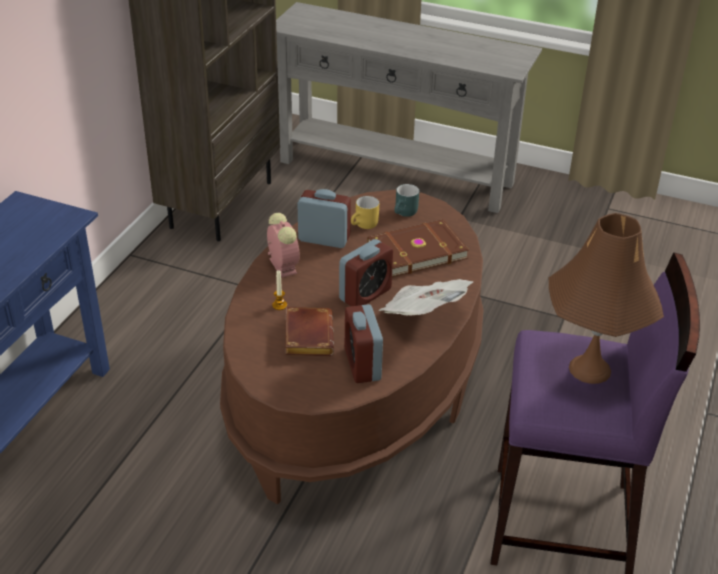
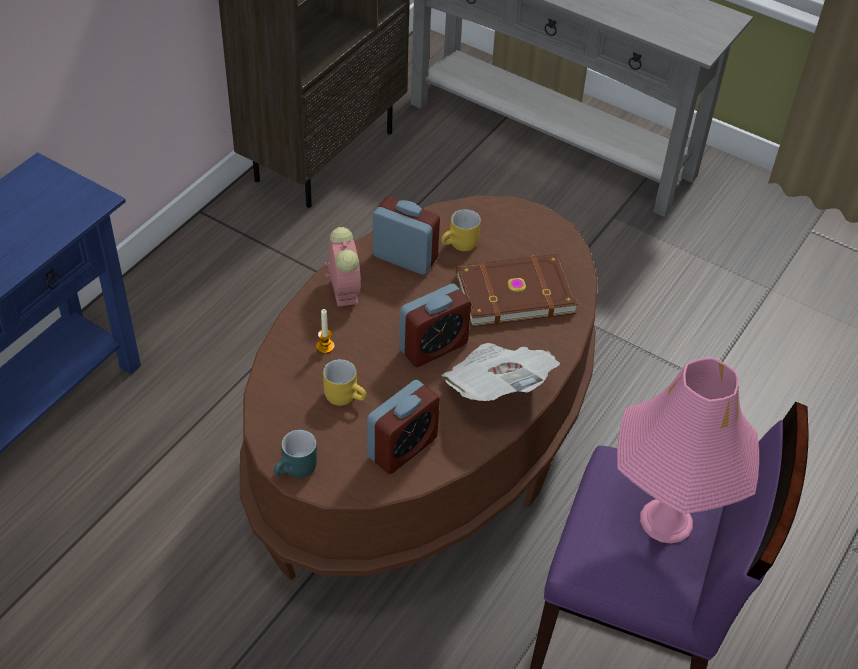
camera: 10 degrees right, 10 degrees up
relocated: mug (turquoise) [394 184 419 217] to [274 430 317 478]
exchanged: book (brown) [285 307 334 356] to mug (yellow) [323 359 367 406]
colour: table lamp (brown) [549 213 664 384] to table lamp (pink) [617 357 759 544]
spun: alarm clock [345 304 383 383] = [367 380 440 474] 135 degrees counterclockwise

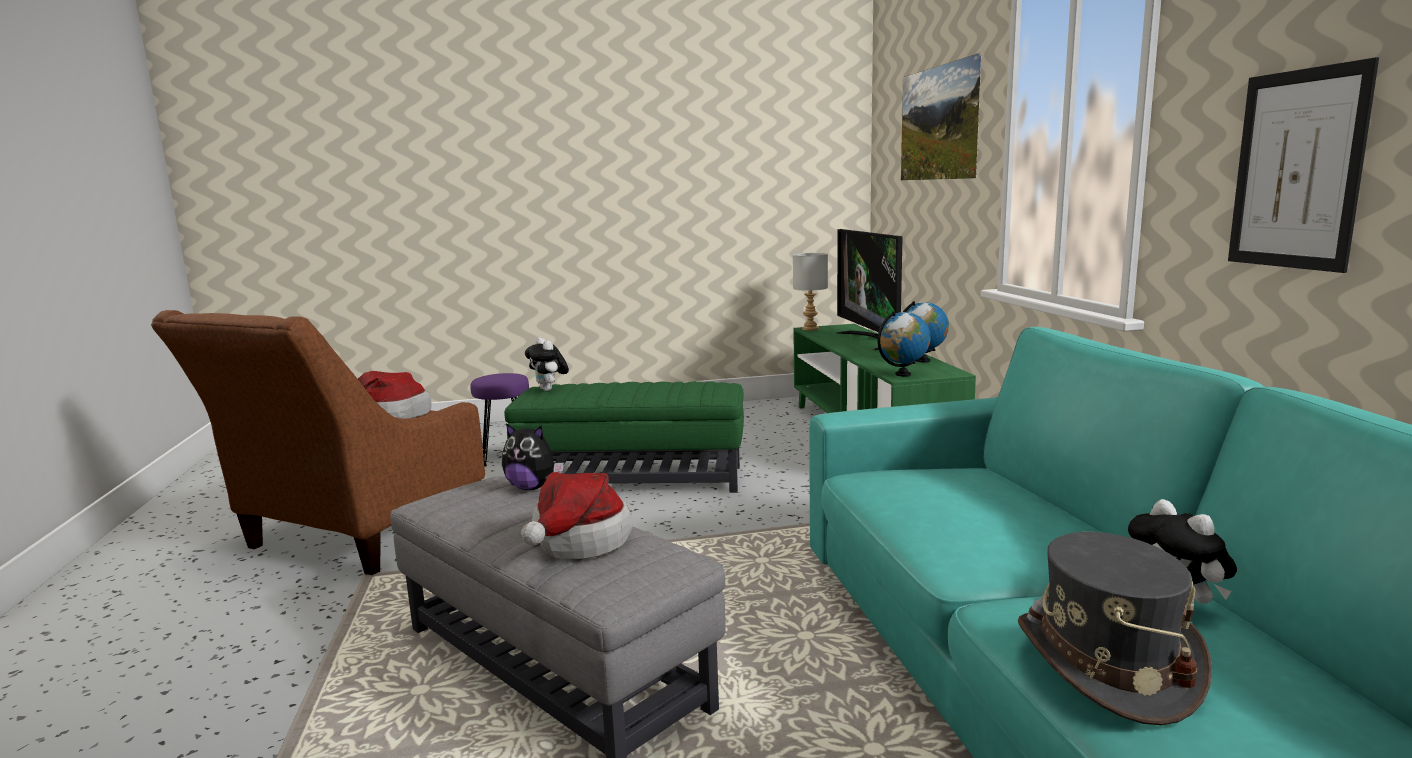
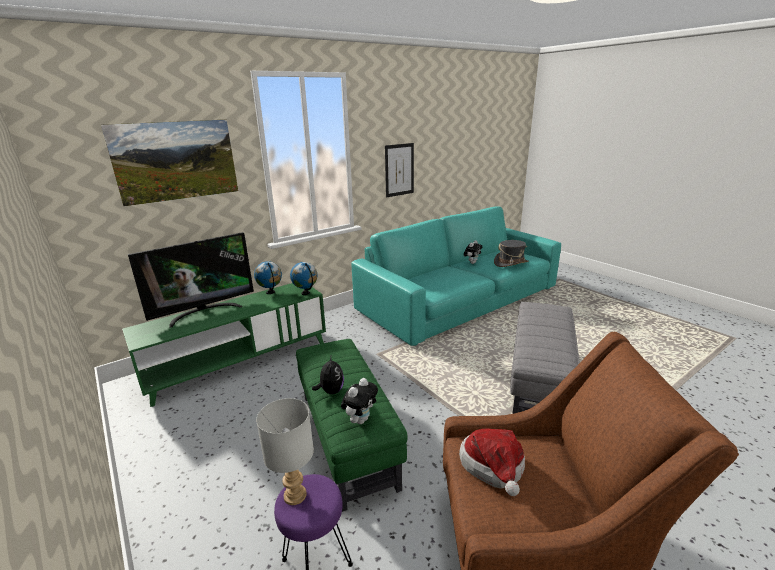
camera: 115 degrees left, 10 degrees up
missing: hat [521 472 633 559]
relocated: table lamp (grey) [793 253 828 331] to [256 398 314 505]; plush toy [502 423 564 490] to [312 357 344 394]

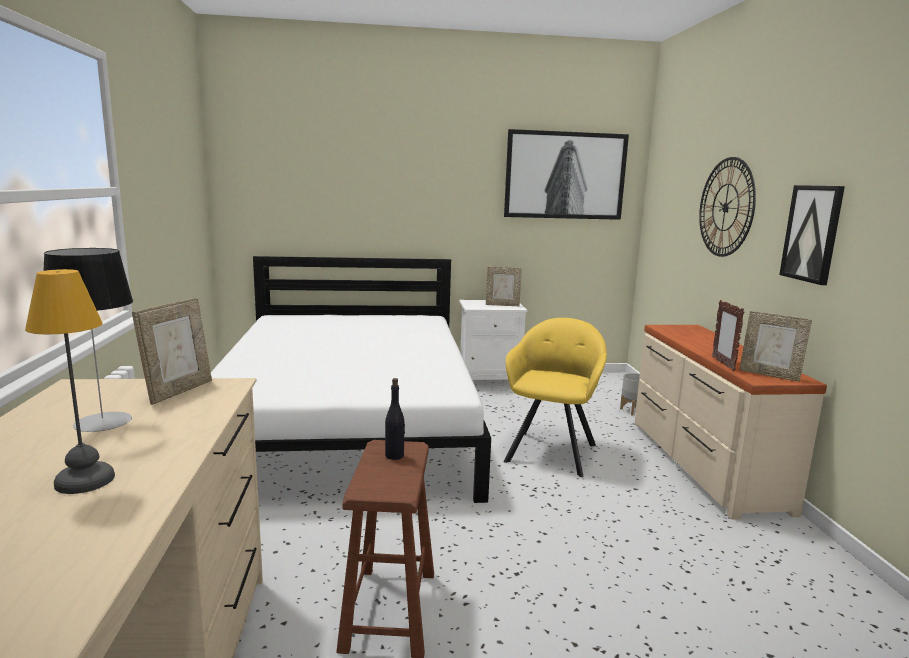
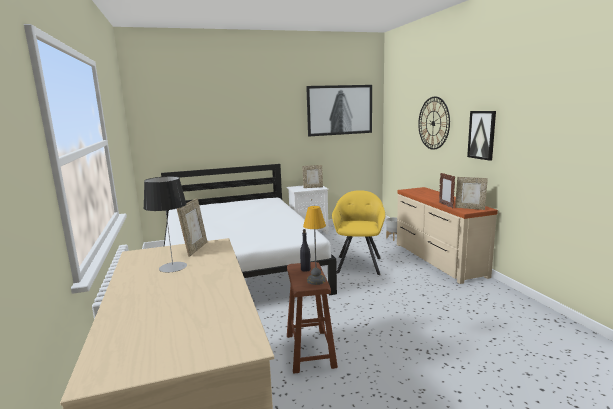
camera: 10 degrees left, 0 degrees up
relocated: table lamp [25 269 115 494] to [303 206 326 285]

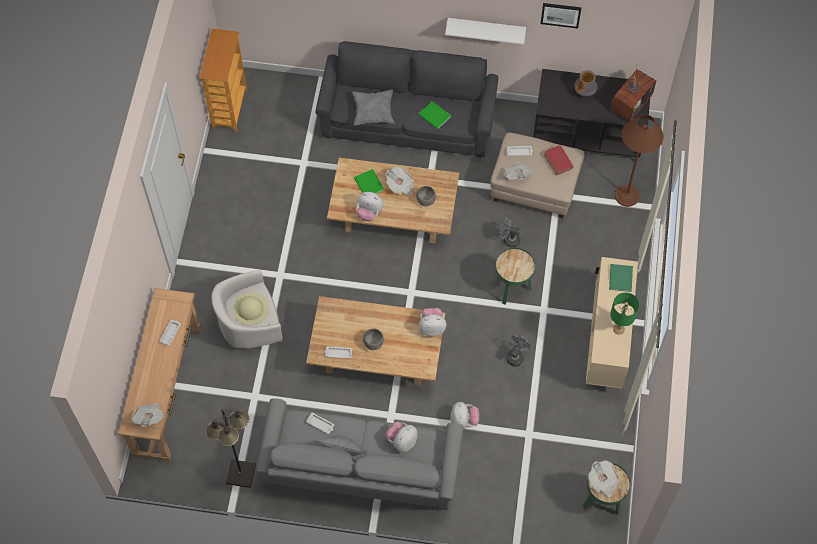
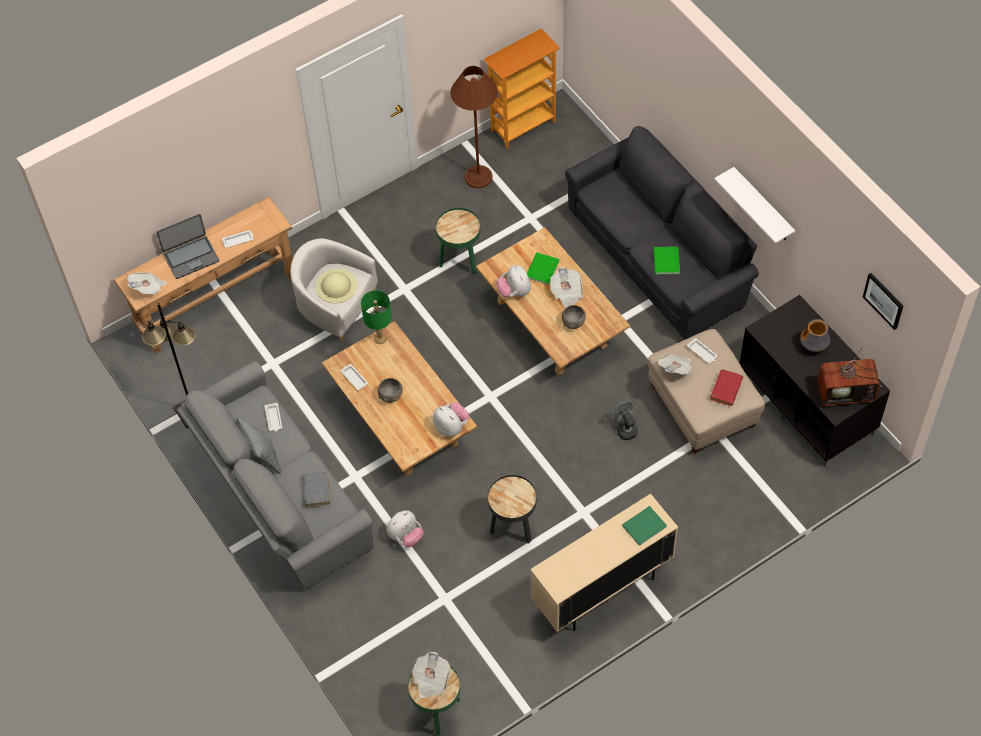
camera: 50 degrees right, 5 degrees down
missing: pillow (grey) [352 89 395 126]
appeared: laptop [157 214 219 279]
relocated: picture [541 3 581 28] to [863 273 903 330]; floor lamp (brown) [615 114 663 207] to [450 66 498 188]; side table (green) [496 248 535 305] to [436 208 481 275]; table lamp (green) [610 292 639 335] to [361 290 392 344]
exchanged: fan (grey) [506 335 531 366] to side table (black) [488 475 537 544]; plush toy [385 422 418 452] to book (grey) [304 471 330 507]

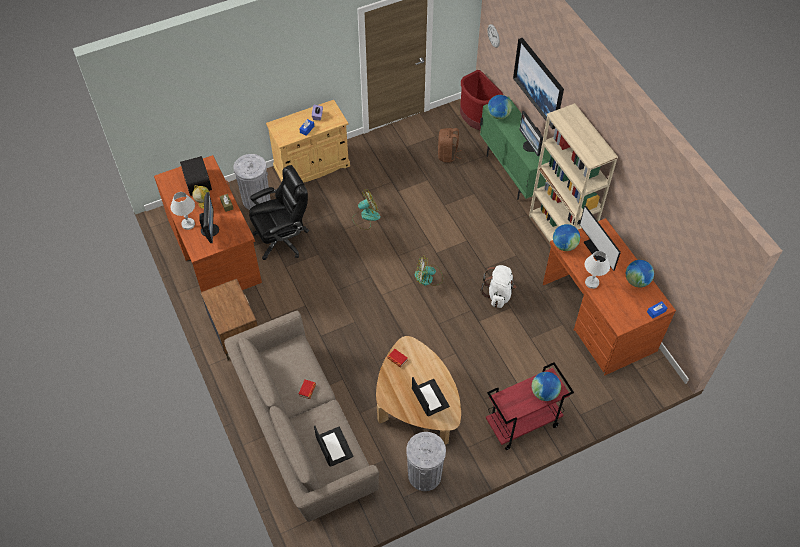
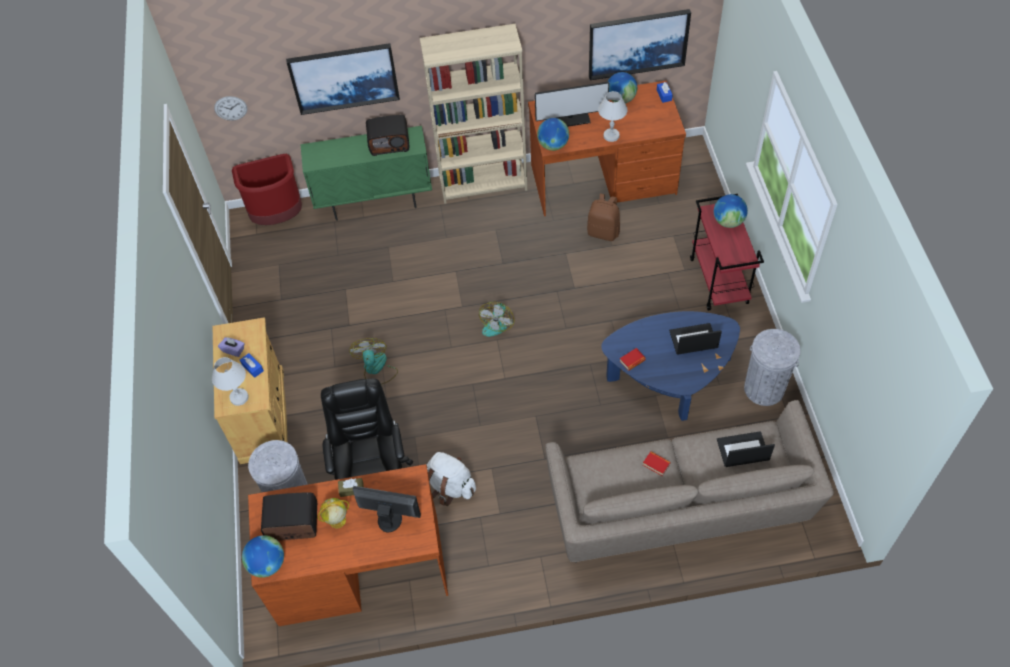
camera: 70 degrees left, 0 degrees up
missing: nightstand (brown) [201 279 257 361]
appeared: picture [589 9 691 80]
relocated: globe [488 95 512 119] to [242 535 284 578]; backpack (brown) [438 128 462 162] to [587 193 620 241]; table lamp (white) [171 192 195 230] to [212 357 249 406]; backpack (white) [480 265 517 308] to [426 452 476 506]
exchanged: monitor [519 111 543 156] to radio [366 115 409 156]
colour: coffee table (brown) [376 336 461 445] to coffee table (blue) [601 311 740 421]

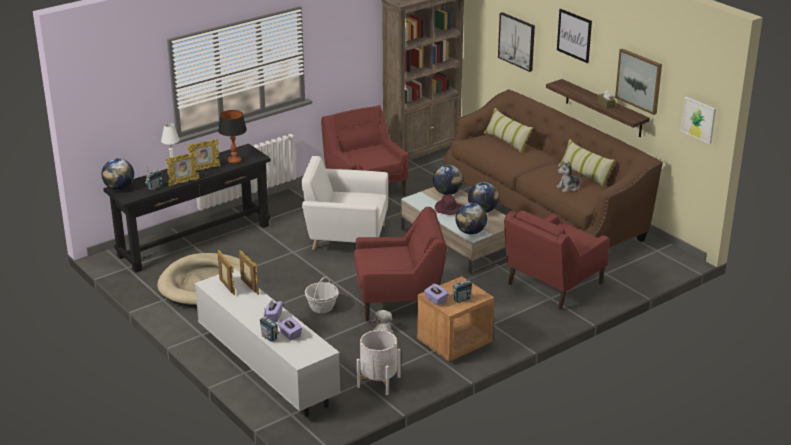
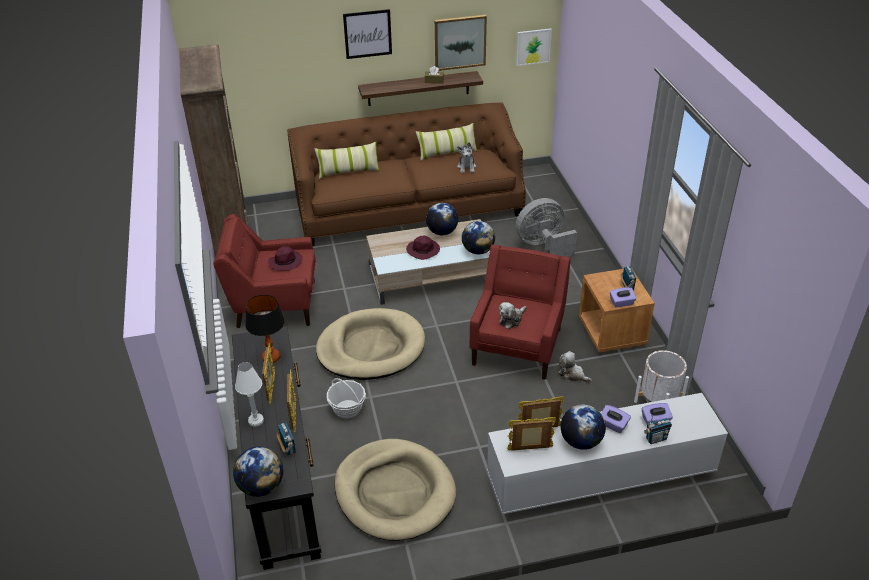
camera: 65 degrees left, 10 degrees up
missing: picture [498 12 535 72]
appeared: hat (purple) [268 246 302 271]; plush toy [499 302 527 329]
relocated: globe [433 165 463 195] to [561 404 606 450]; basket [305 276 339 313] to [327 378 366 419]
exchanged: armchair (white) [301 156 388 250] to dog bed (beige) [316 308 425 380]; armchair (red) [504 210 610 310] to fan (grey) [516 198 577 257]

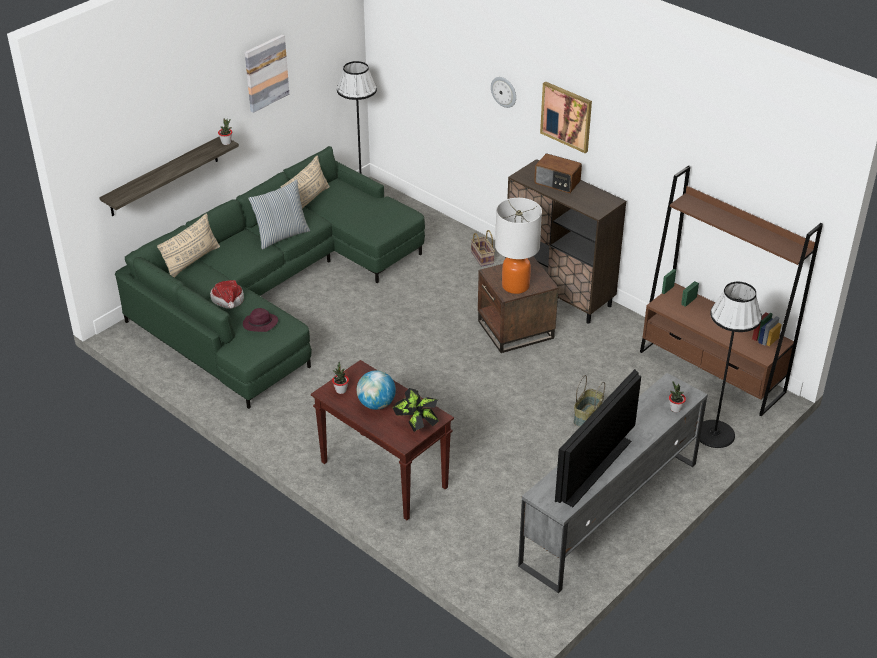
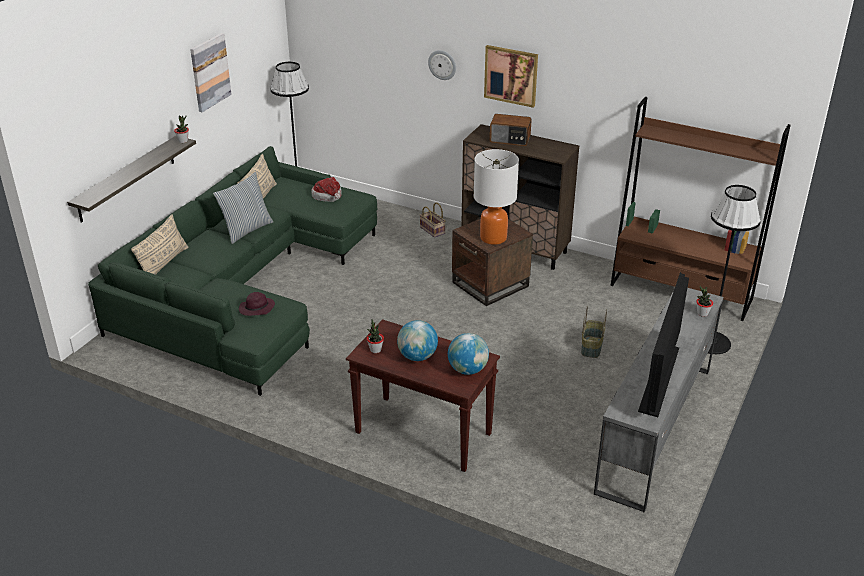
camera: 15 degrees left, 5 degrees down
relocated: hat [210 280 244 309] to [311 177 342 202]
exchanged: potted plant [393 388 439 432] to globe [448 333 489 375]

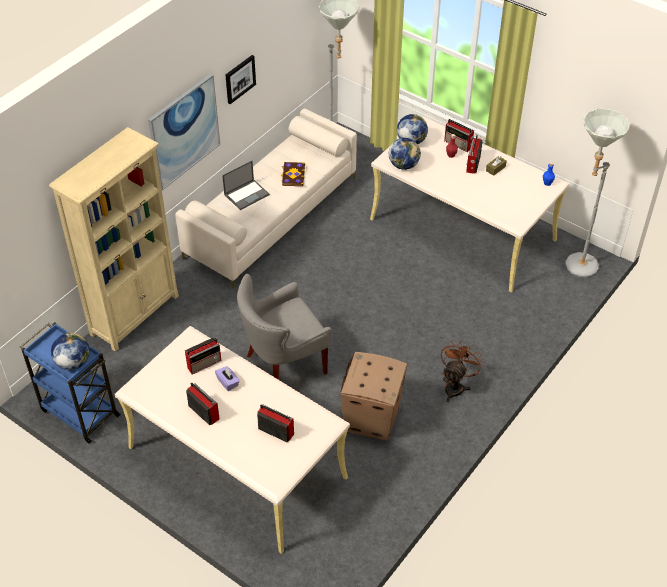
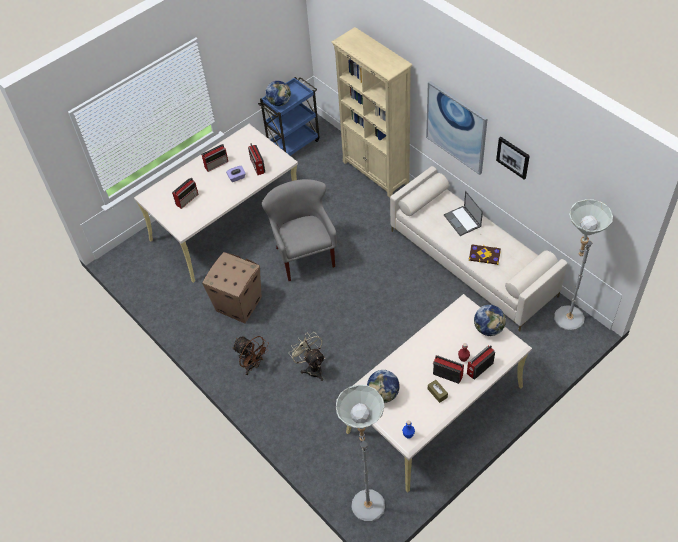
camera: 105 degrees right, 5 degrees up
appeared: fan (beige) [289 332 325 381]
relocated: globe [389 138 421 170] to [367 370 400 403]

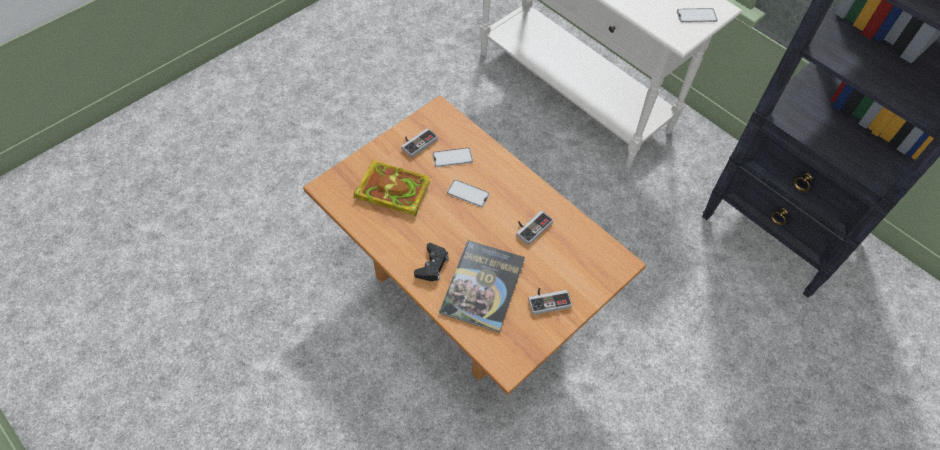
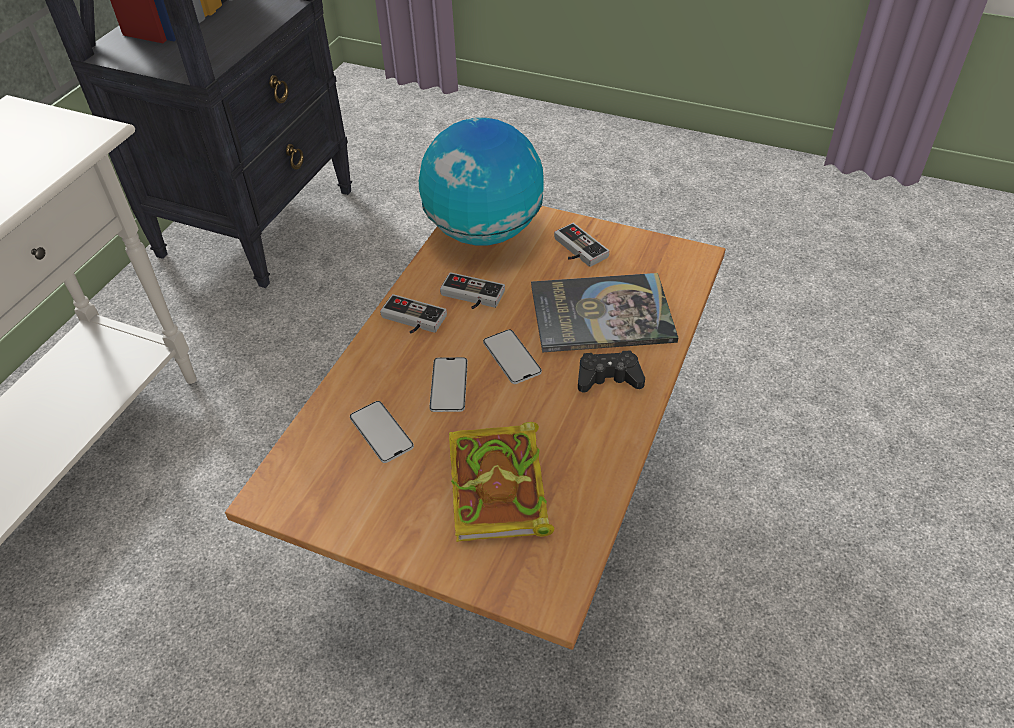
camera: 110 degrees left, 10 degrees down
appeared: globe [419 118 544 245]
relocated: phone [677 8 718 23] to [483 329 542 384]; game controller [401 128 438 158] to [380 294 447 334]

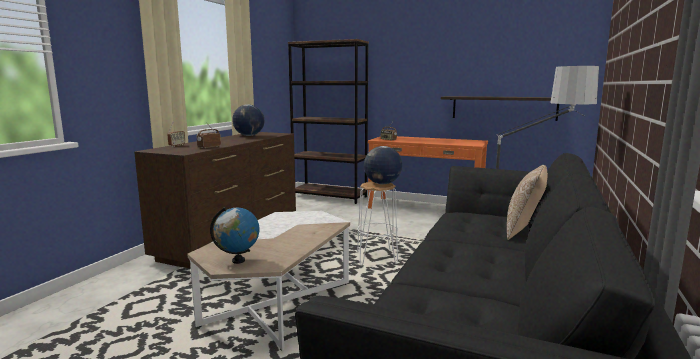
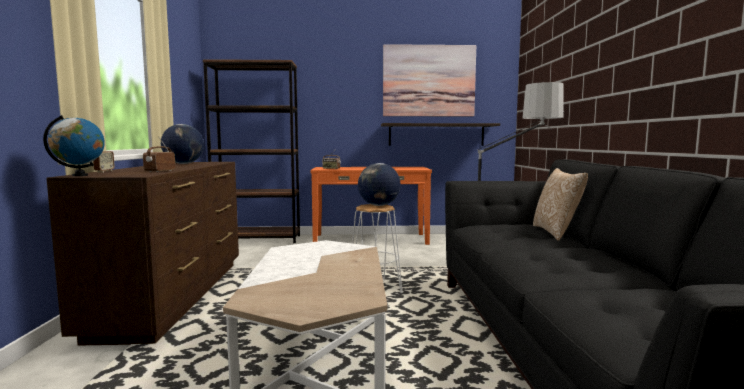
camera: 25 degrees left, 5 degrees down
appeared: picture [383 44 476 116]
relocated: globe [210 207 260 264] to [43 115 105 176]

